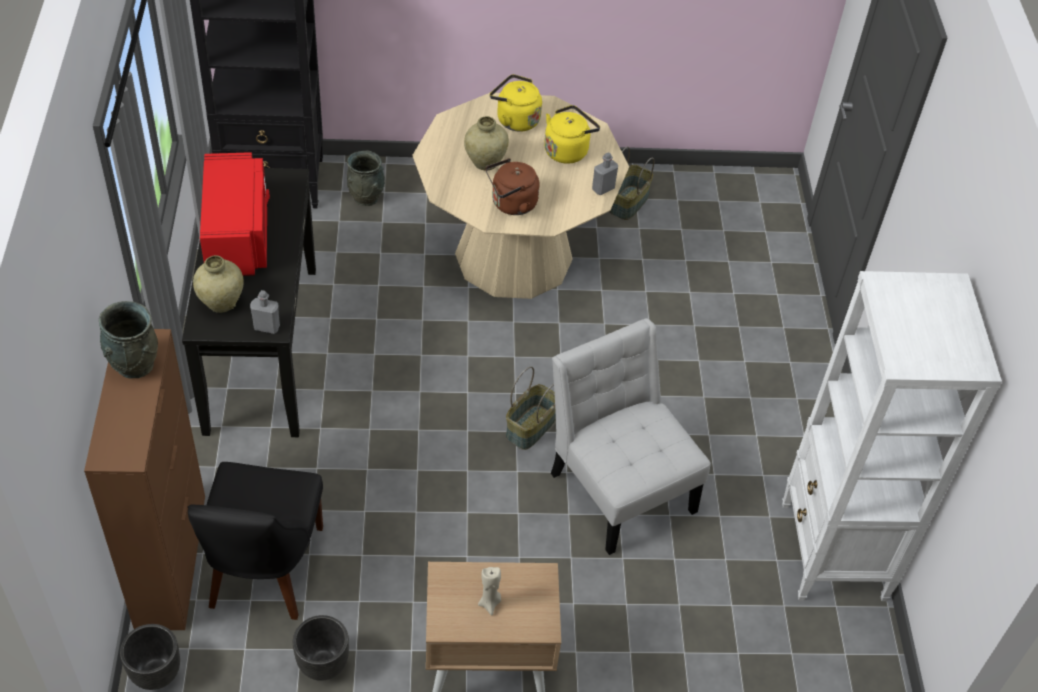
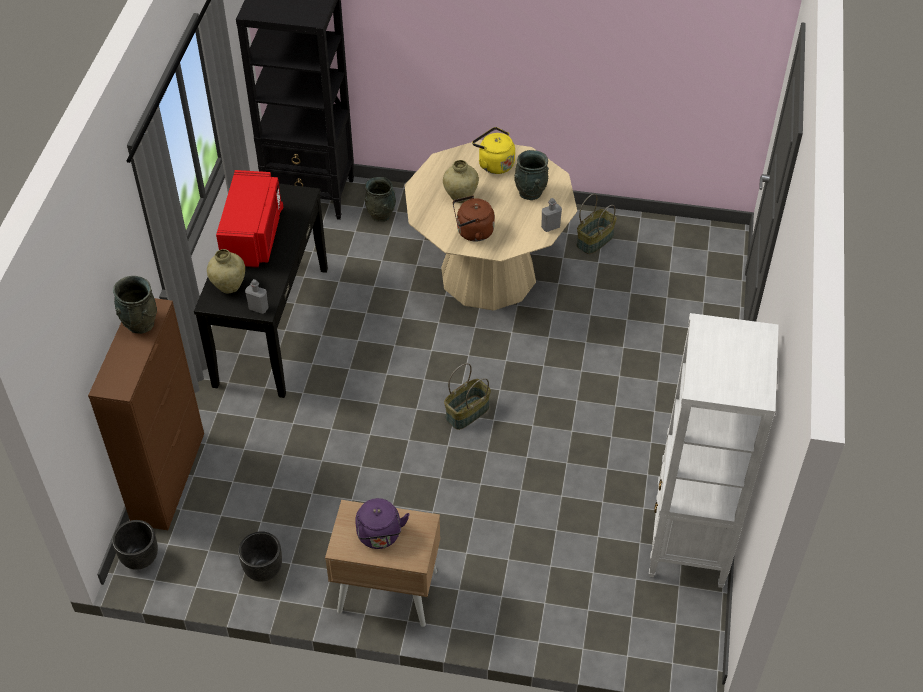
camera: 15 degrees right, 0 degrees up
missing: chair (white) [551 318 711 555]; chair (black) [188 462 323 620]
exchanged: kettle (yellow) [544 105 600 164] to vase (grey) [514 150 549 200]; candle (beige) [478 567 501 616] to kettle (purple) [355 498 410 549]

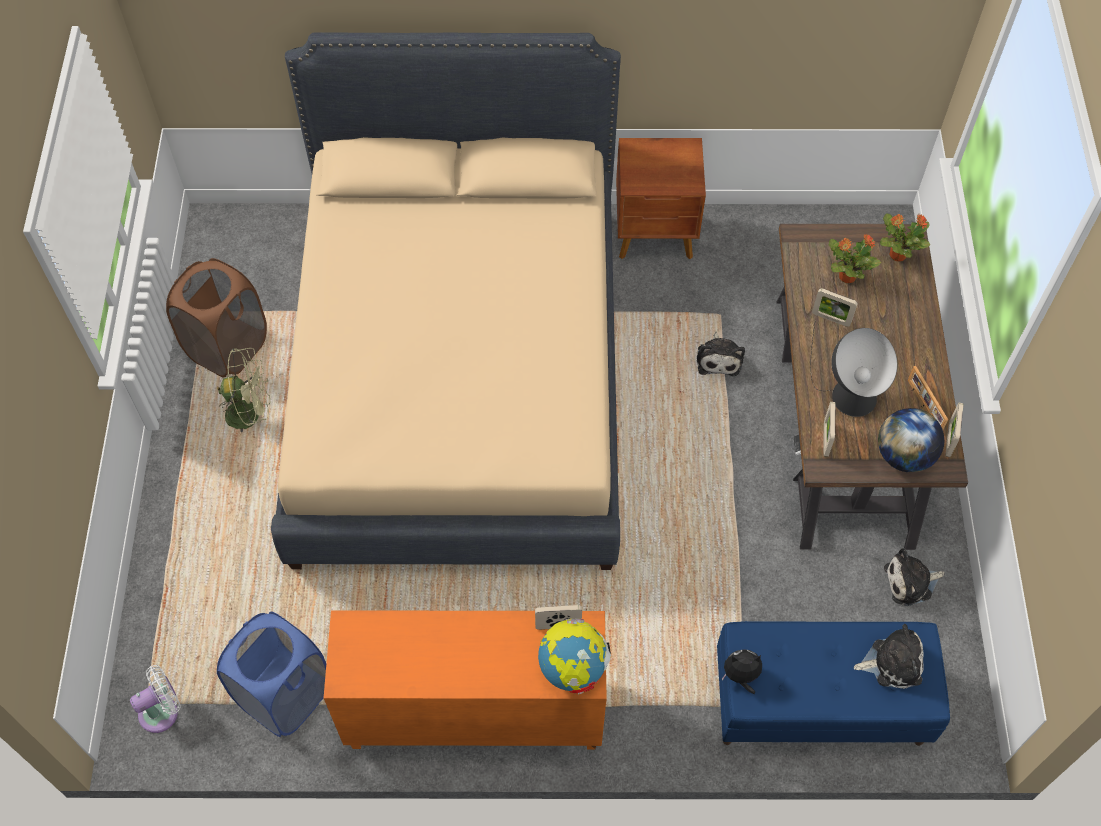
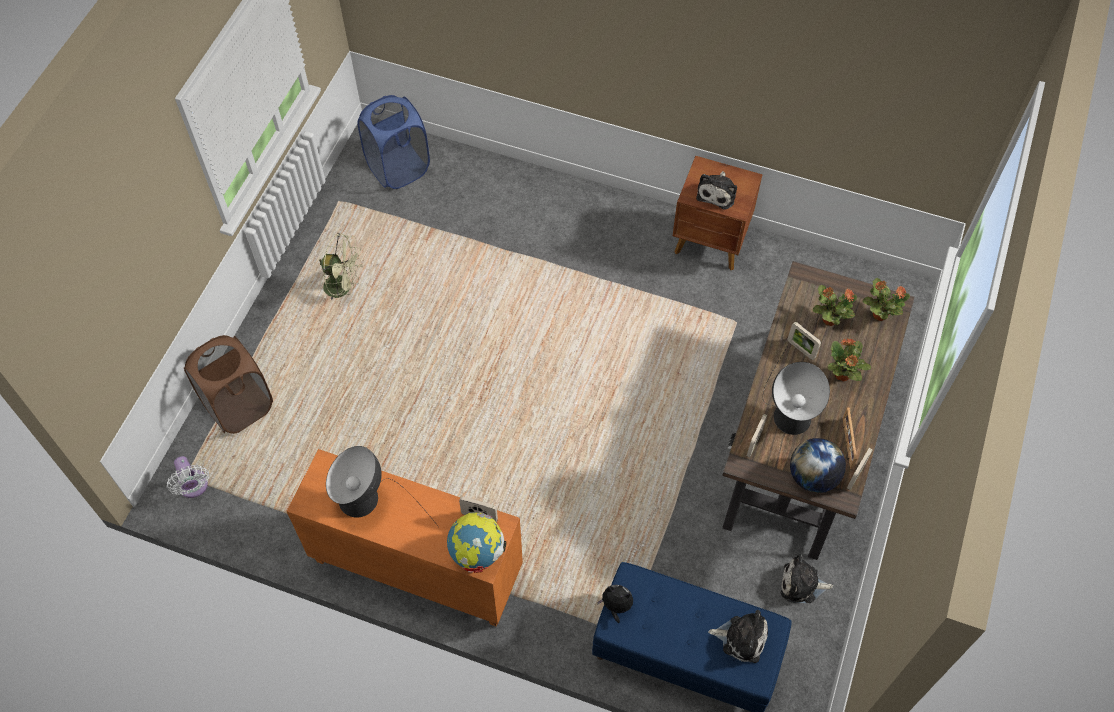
camera: 20 degrees right, 0 degrees up
missing: bed (beige) [271 32 621 570]
appeared: potted plant [828 338 871 381]; table lamp [326 446 439 527]
relocated: laundry basket (brown) [166 258 267 377] to [184 335 273 434]; plush toy [697 332 745 376] to [696 171 737 210]; laundry basket (blue) [217 611 326 737] to [358 95 430 189]
spun: fan (white) [130 665 181 733] = [167 456 209 498] 75 degrees clockwise

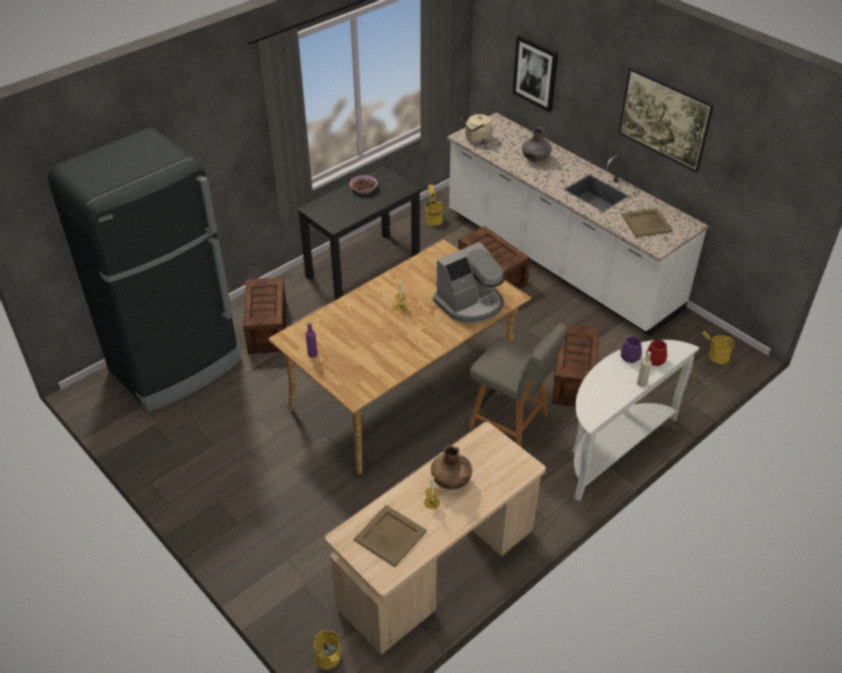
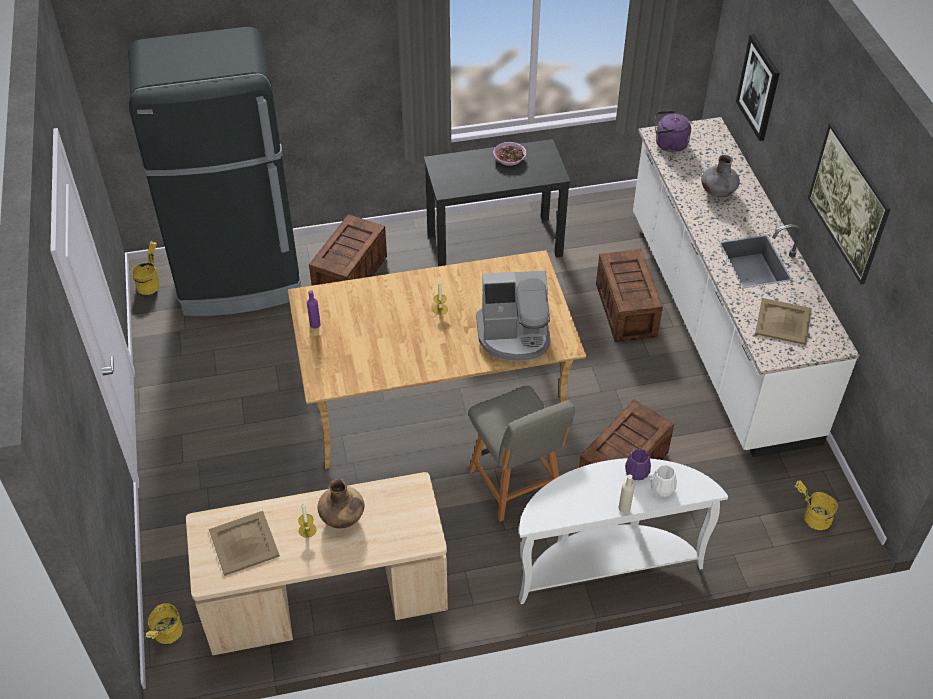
camera: 30 degrees right, 5 degrees up
relocated: bucket (yellow) [425 184 443 226] to [132 241 160 295]
colour: kettle (beige) [461 112 493 145] to kettle (purple) [655 110 691 152]; vase (red) [646 340 667 366] to vase (white) [650 465 677 497]

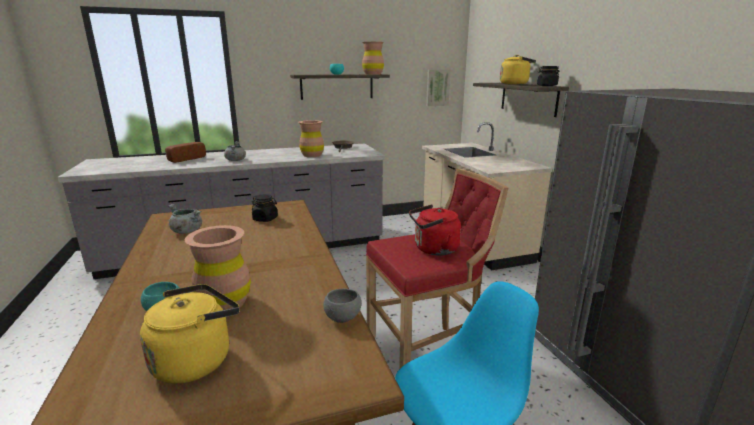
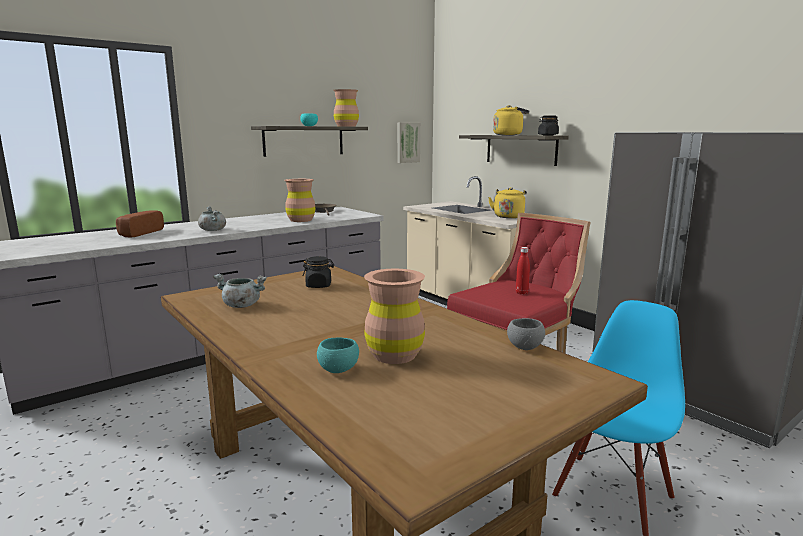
camera: 20 degrees left, 5 degrees down
relocated: kettle (yellow) [140 284 240 384] to [488 187 527 218]
exchanged: kettle (red) [409 205 461 255] to bottle (red) [516 247 530 295]

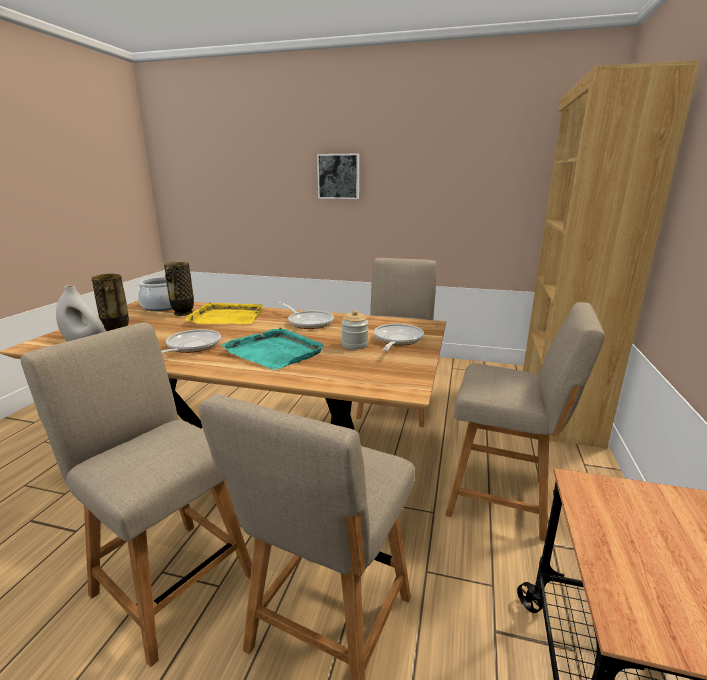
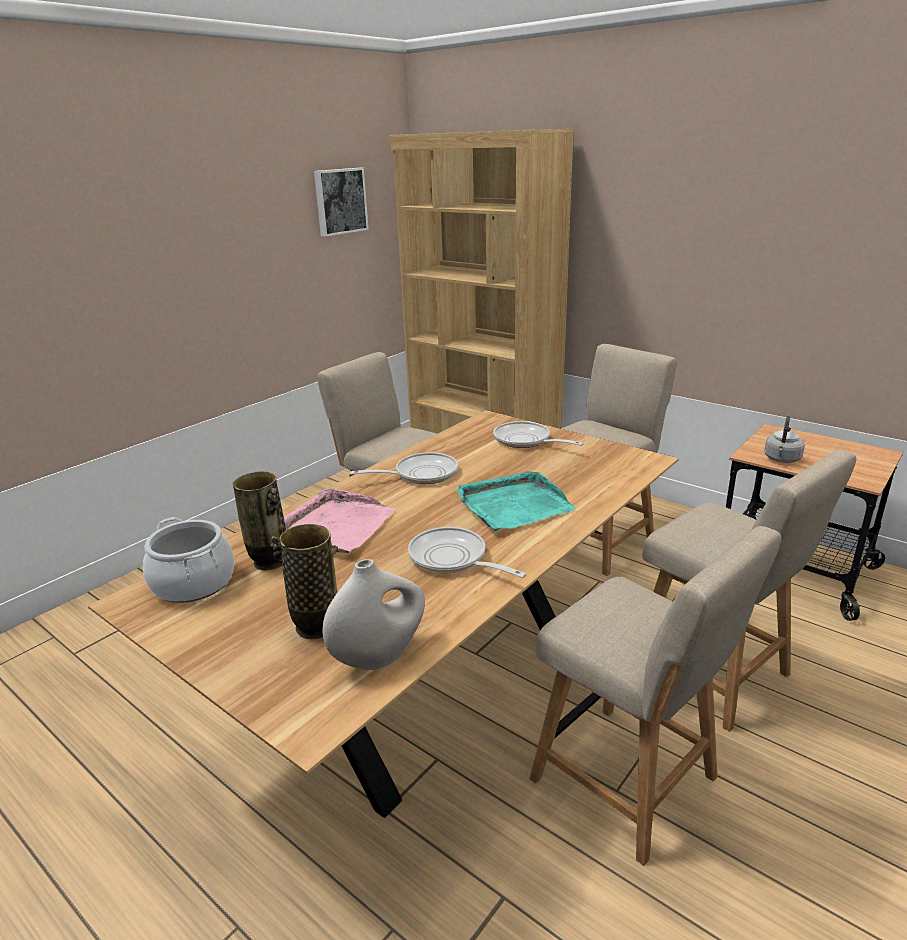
camera: 65 degrees left, 5 degrees up
missing: jar [341 310 369 350]
appeared: kettle (grey) [764 416 805 463]
relocated: picture [317 154 359 199] to [314 168 369 237]
colour: tray (yellow) [185 302 264 324] to tray (pink) [284 489 395 553]
spun: chair (beige) [21 322 252 667] = [529 526 782 866] 105 degrees counterclockwise

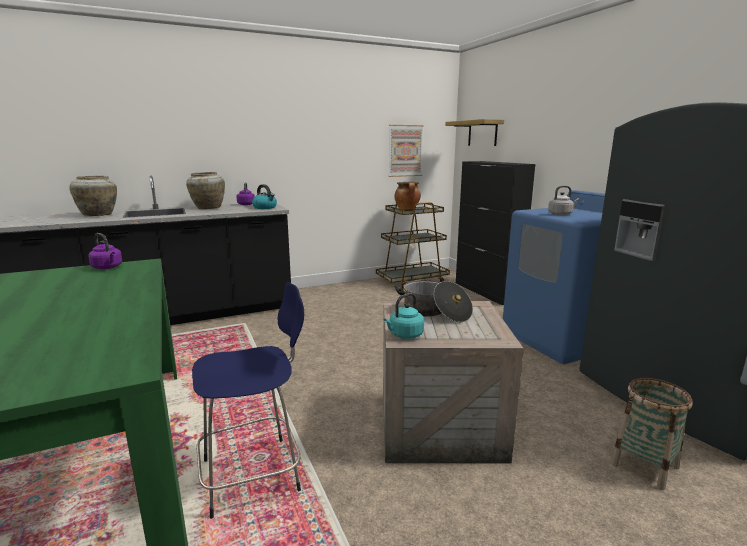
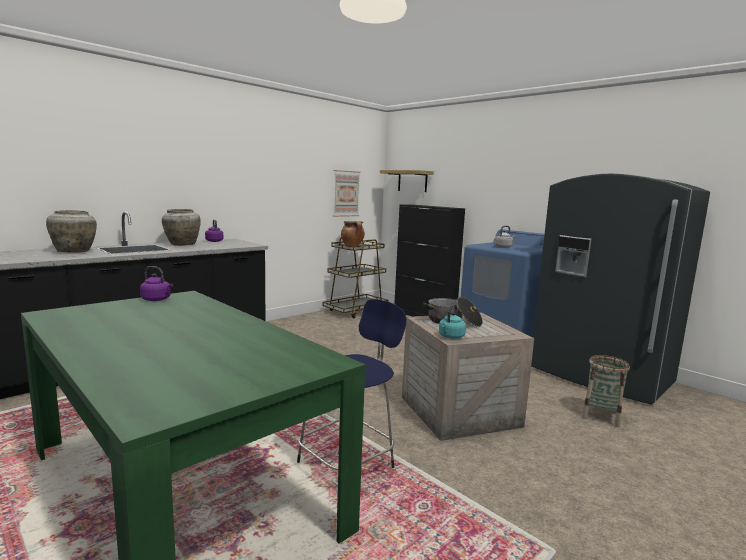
camera: 20 degrees left, 5 degrees down
missing: kettle [252 184 277 209]

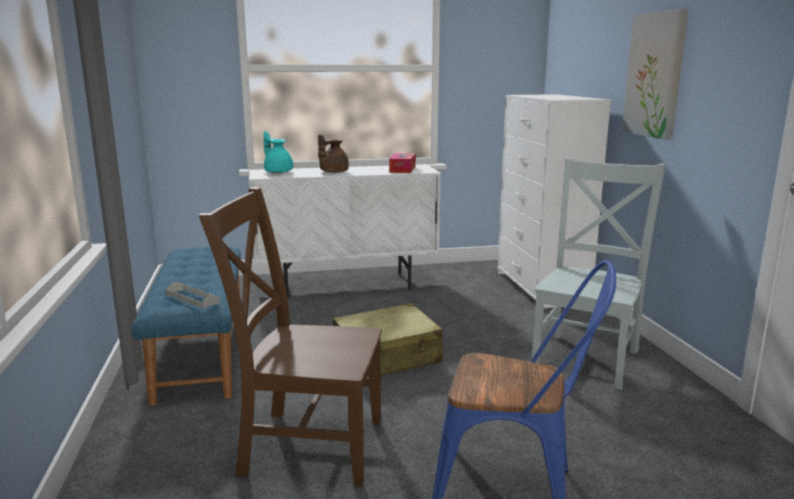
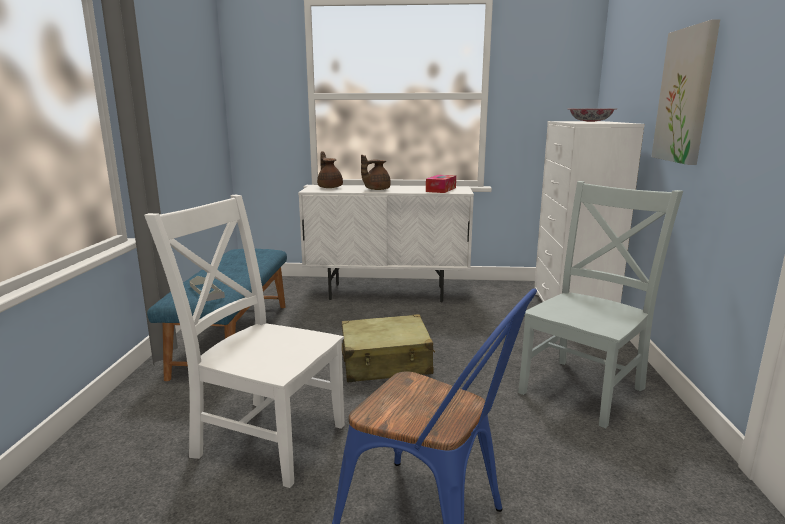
camera: 15 degrees right, 0 degrees up
appeared: bowl [568 108 617 122]
colour: teapot (turquoise) [264 131 293 173] to teapot (brown) [317 151 343 188]; chair (brown) [199 187 382 487] to chair (white) [144 194 345 488]

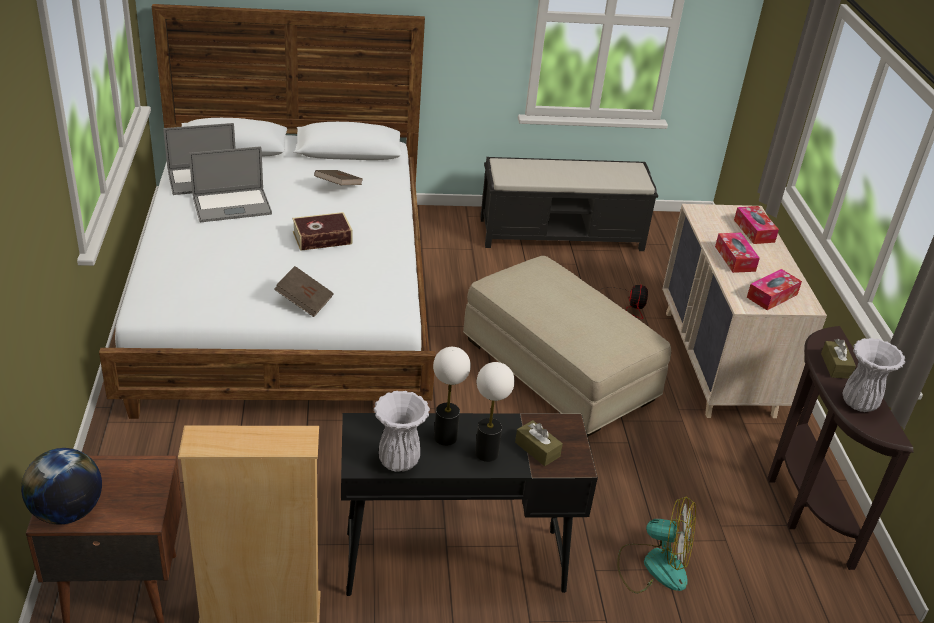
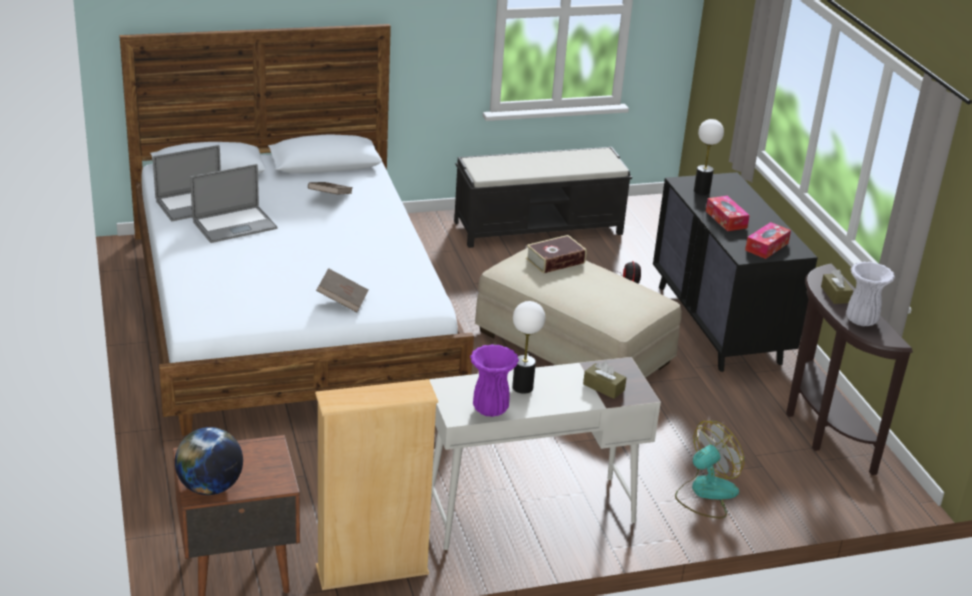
camera: 10 degrees left, 5 degrees down
missing: tissue box [734 206 779 244]
relocated: book [292 212 353 251] to [526 235 586 274]; table lamp [475 362 515 462] to [694 119 724 195]
colour: dresser (beige) [662 204 827 418] to dresser (black) [653 172 818 372]; vase (white) [374 391 430 472] to vase (purple) [470 344 519 417]; desk (black) [341 413 598 596] to desk (white) [429 357 661 550]
spun: fan [617 497 696 593] = [675 421 744 518] 45 degrees counterclockwise

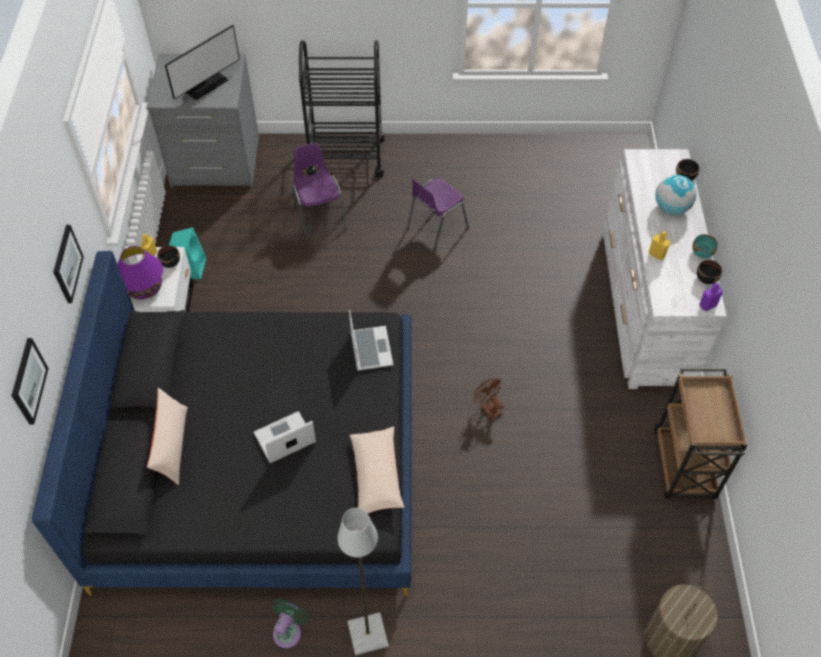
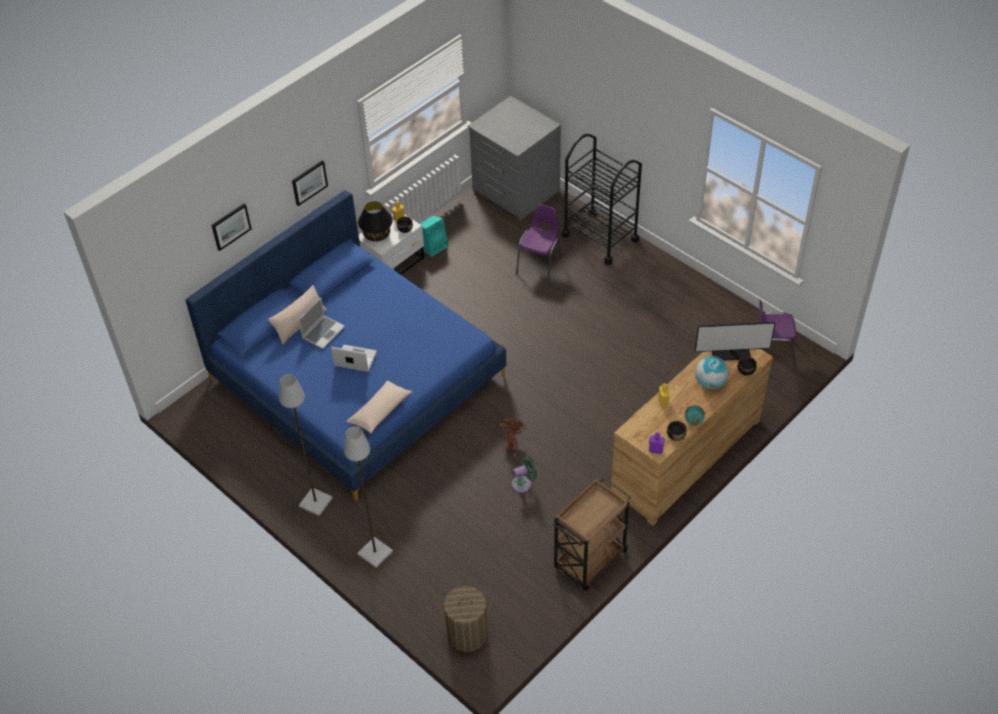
camera: 45 degrees right, 5 degrees down
appeared: floor lamp (grey) [344 426 393 568]
relocated: monitor [165 25 240 100] to [695 322 776 361]; chair (purple) [407 178 469 251] to [758 299 797 366]; laptop [349 310 393 371] to [299 298 345 349]; fan (green) [272 598 308 648] to [512 455 537 493]
colour: dresser (white) [603 149 727 389] to dresser (brown) [611 349 773 526]; table lamp (purple) [118 246 163 299] to table lamp (black) [358 201 393 242]; bed (black) [32 251 412 596] to bed (blue) [186 190 506 501]

